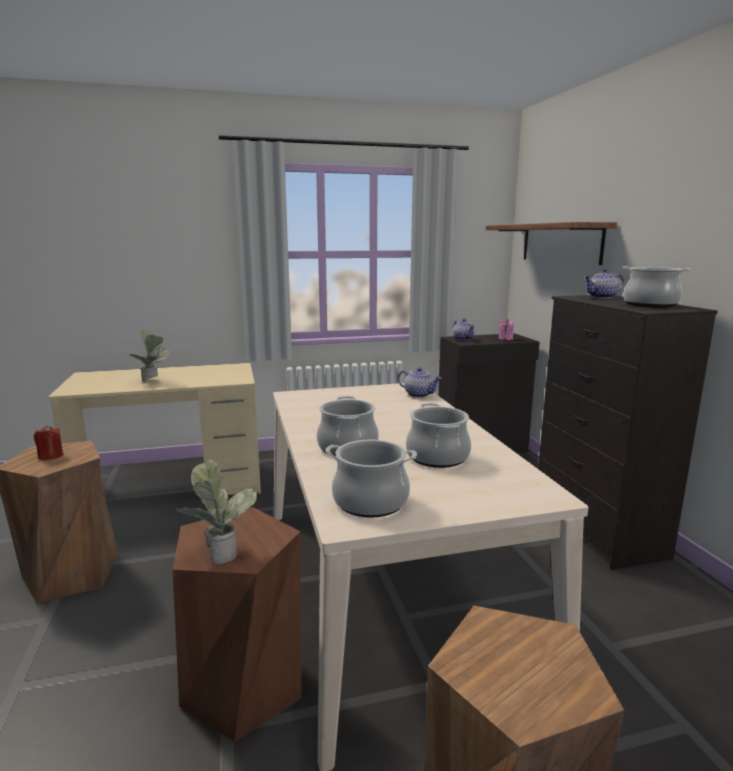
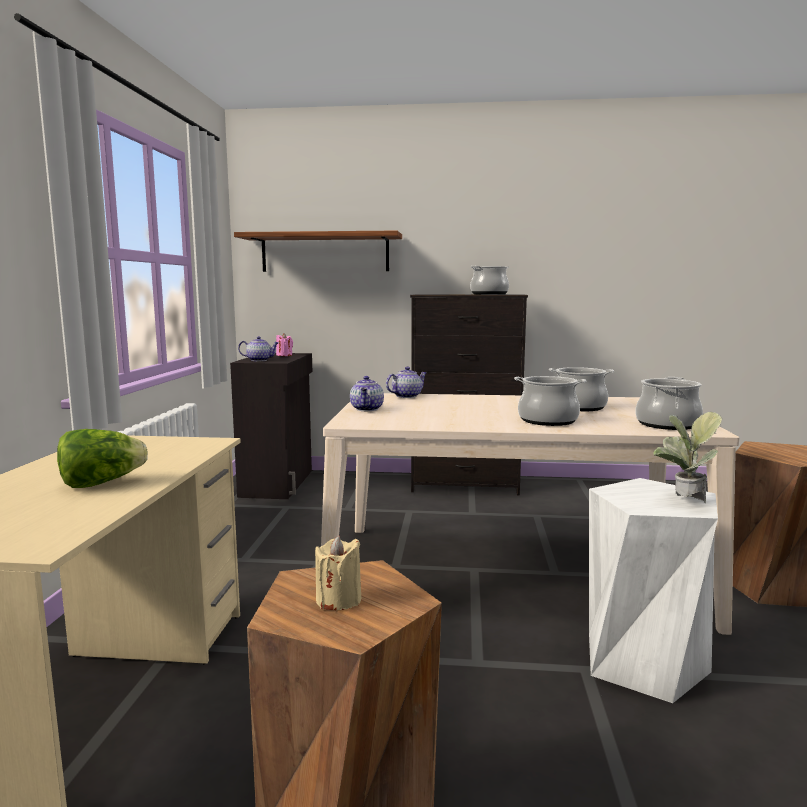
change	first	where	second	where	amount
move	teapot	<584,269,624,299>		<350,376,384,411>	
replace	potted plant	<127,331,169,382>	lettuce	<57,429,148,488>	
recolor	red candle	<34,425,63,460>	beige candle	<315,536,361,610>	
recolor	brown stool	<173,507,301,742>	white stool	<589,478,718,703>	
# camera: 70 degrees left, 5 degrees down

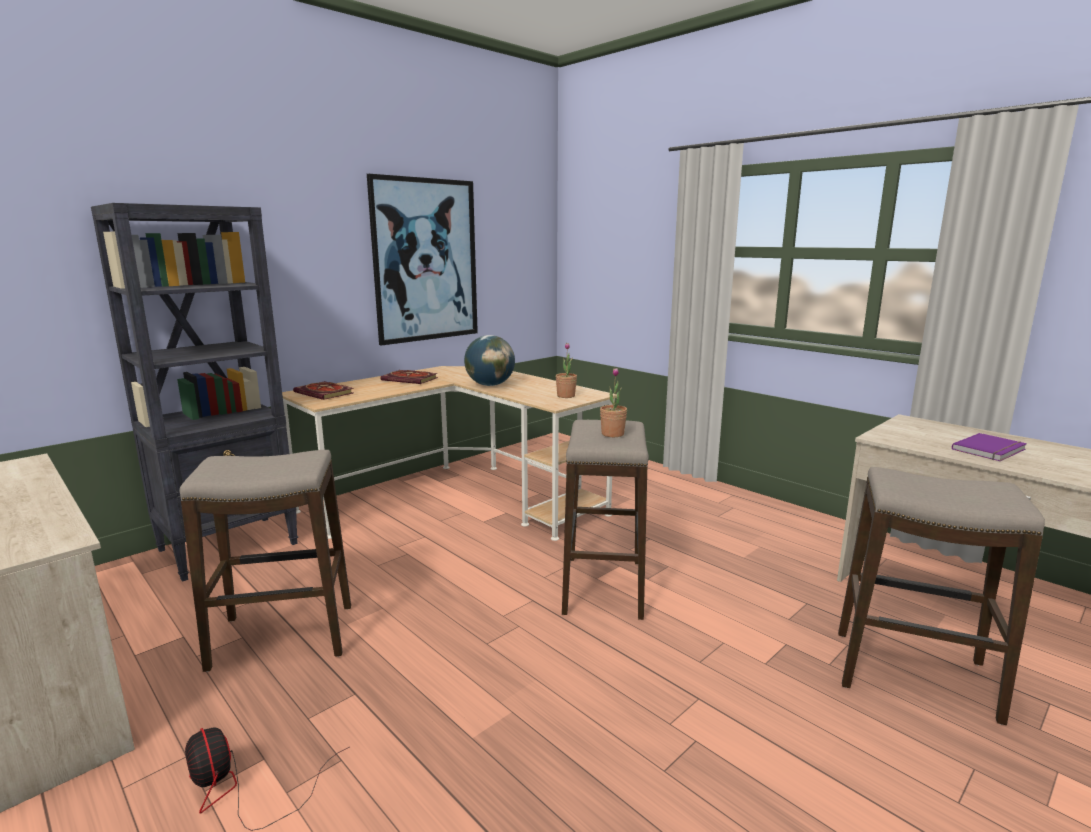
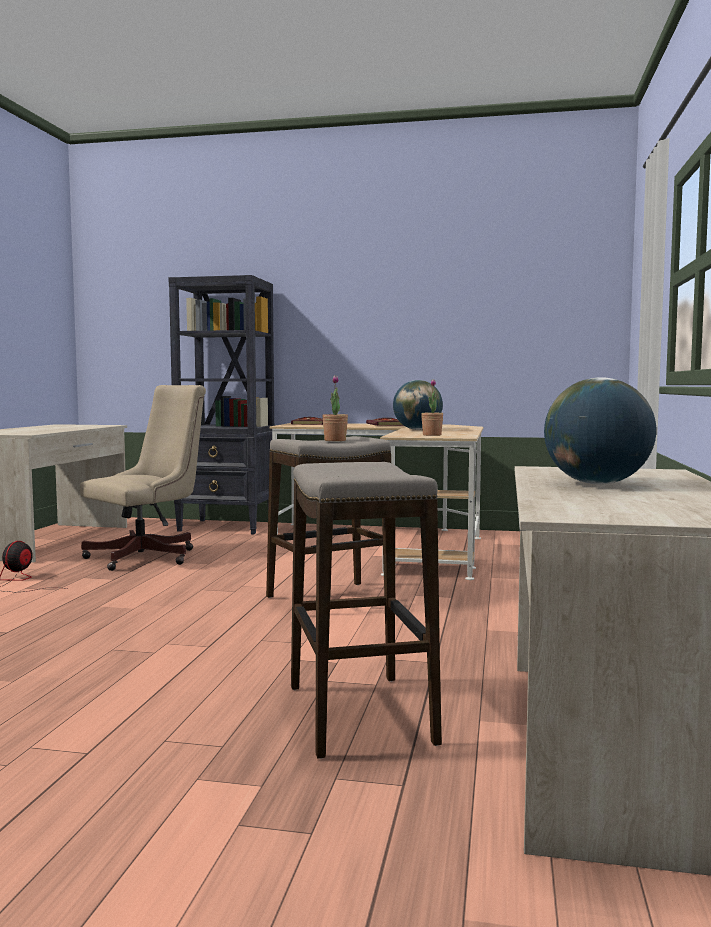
change	first	where	second	where	amount
delete	picture	<367,174,478,346>			
replace	stool	<180,450,351,672>	beige office chair	<80,385,206,571>	
replace	purple book	<952,433,1027,461>	globe	<544,377,656,485>	
# camera: 55 degrees right, 10 degrees down

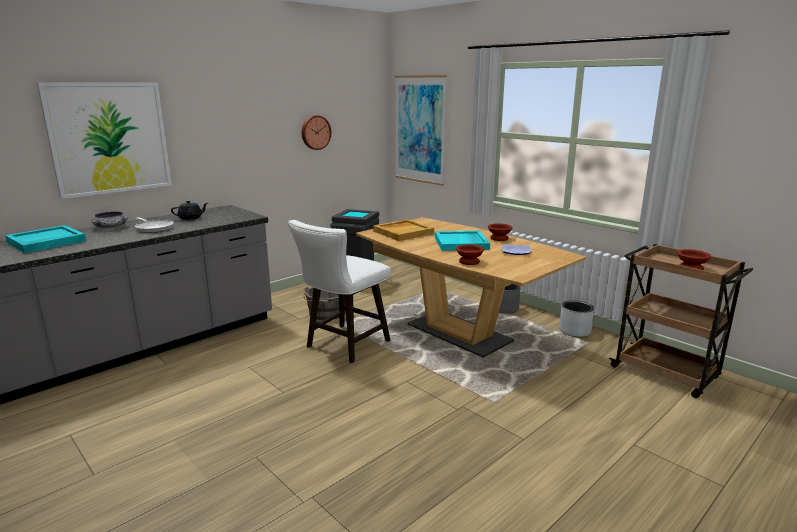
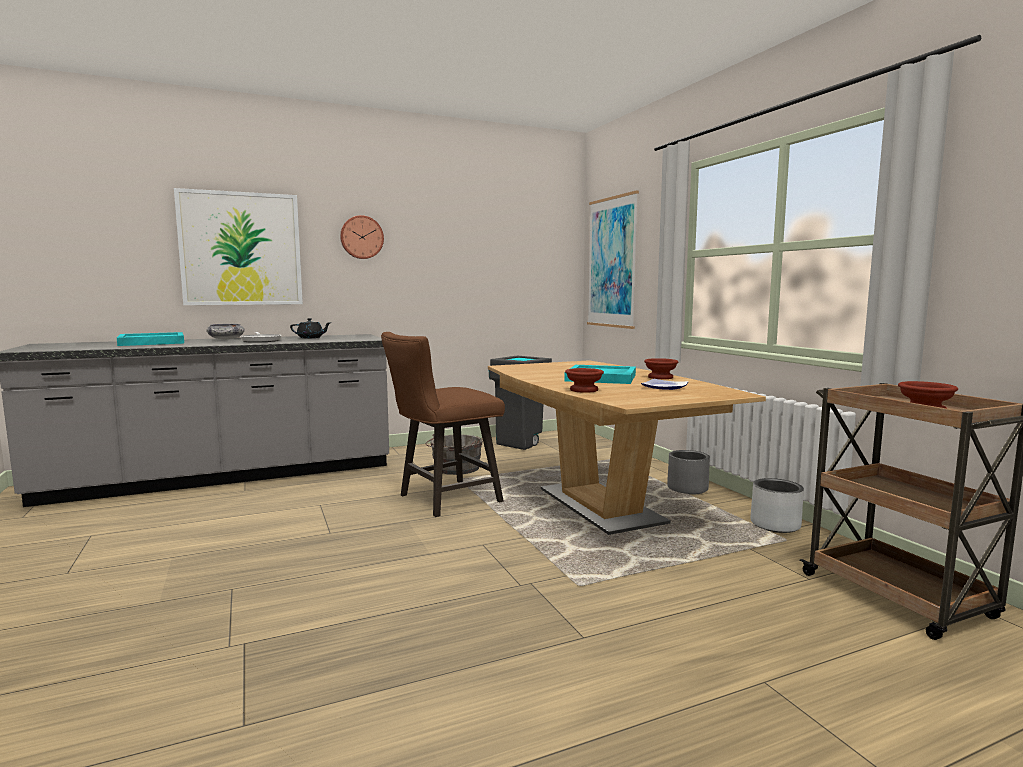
change	first	where	second	where	amount
delete	beige tray	<373,219,434,241>			
move	wall clock	<302,115,331,150>		<340,215,384,259>	
recolor	white stool	<288,220,391,363>	brown stool	<381,332,505,517>	
# camera: 20 degrees right, 10 degrees down

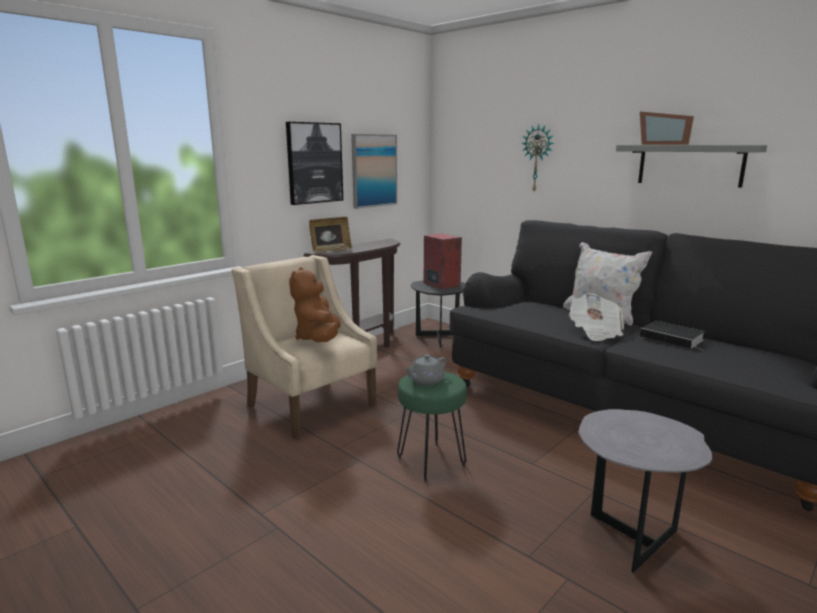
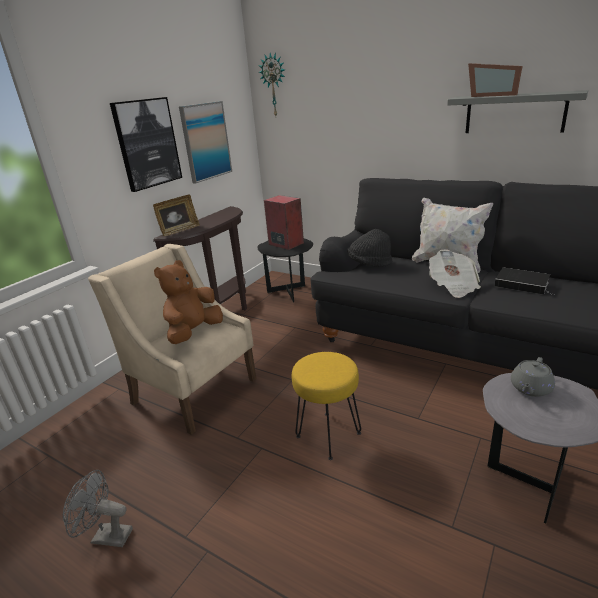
change	first	where	second	where	amount
insert			grey fan	<63,470,133,547>	
insert			black hat	<347,229,392,267>	
move	grey teapot	<404,354,447,385>		<511,357,555,397>	
move	wall clock	<521,124,554,191>		<258,53,285,116>	
recolor	green stool	<397,371,467,482>	yellow stool	<292,352,361,460>	
rotate	brown plush toy	<289,267,341,342>		<154,260,223,344>	45 degrees clockwise
# camera: 10 degrees left, 10 degrees up

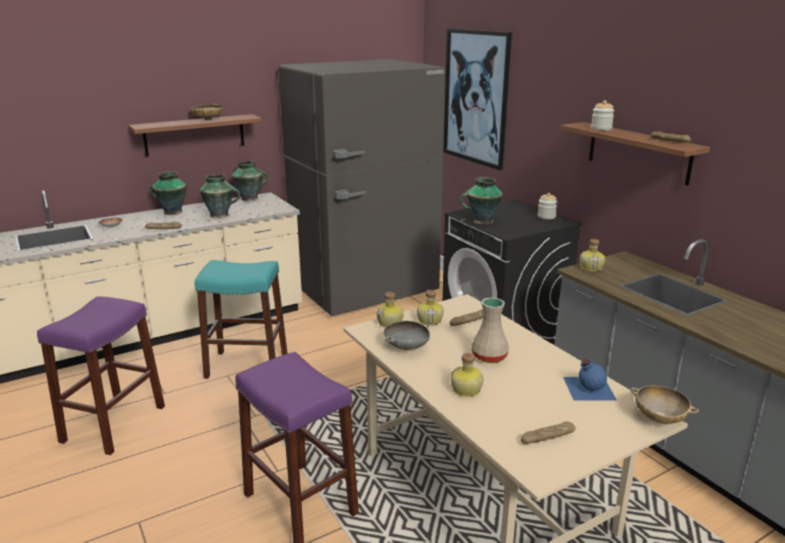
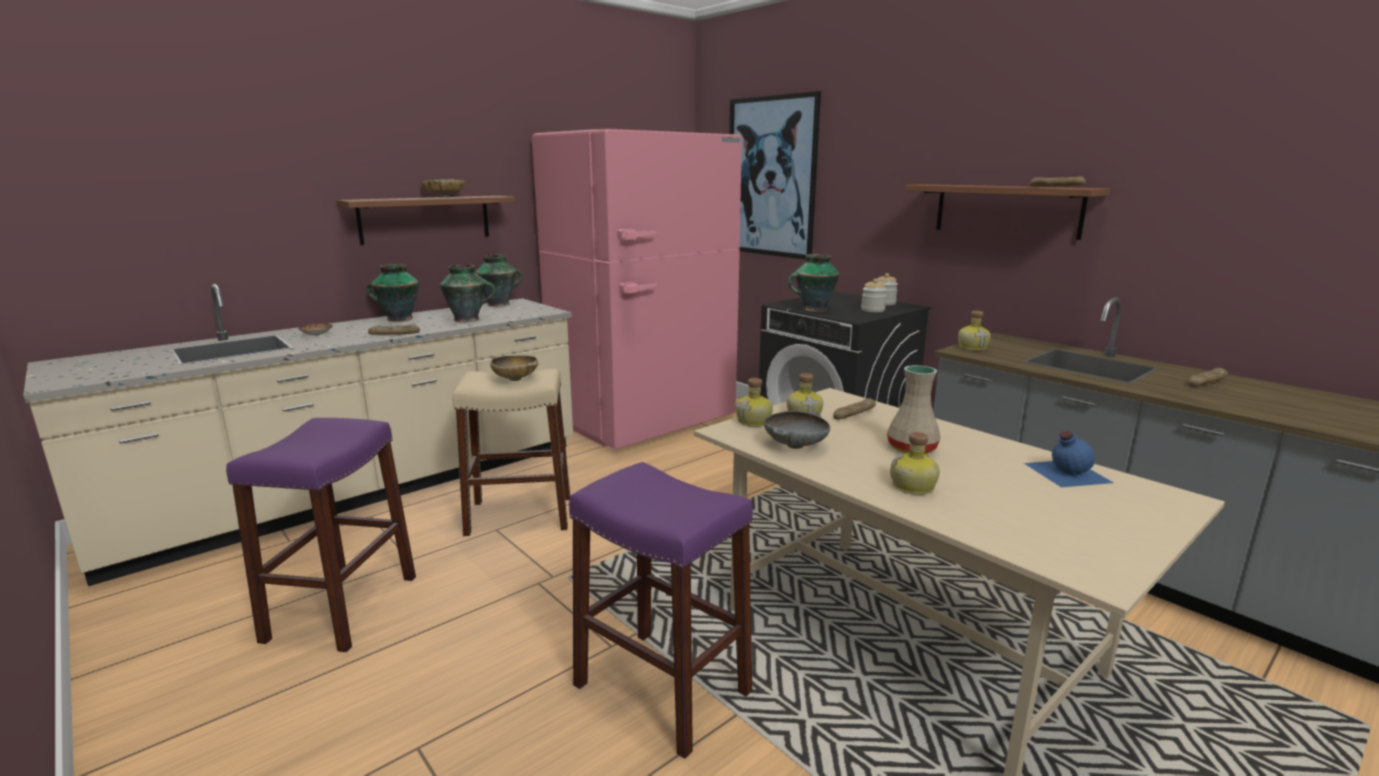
change	first	where	second	where	amount
move	bread	<521,421,575,444>		<1187,368,1228,386>	
move	jar	<591,100,615,130>		<861,279,887,312>	
move	beige bowl	<630,386,699,424>		<490,355,539,381>	
recolor	turquoise stool	<195,260,287,379>	beige stool	<452,369,570,536>	
recolor	grey fridge	<278,59,446,316>	pink fridge	<532,129,742,449>	
# camera: 10 degrees left, 5 degrees down

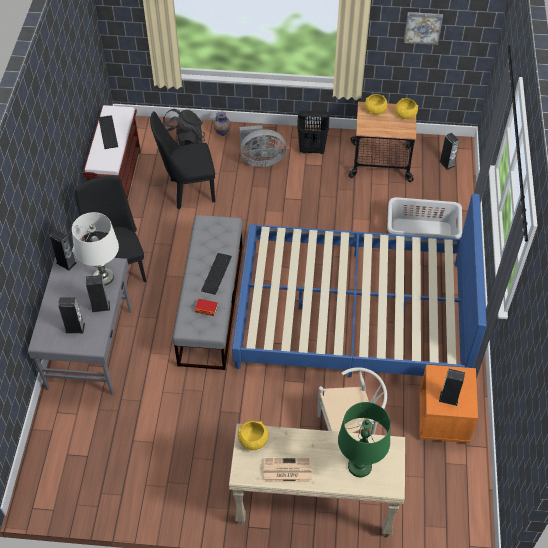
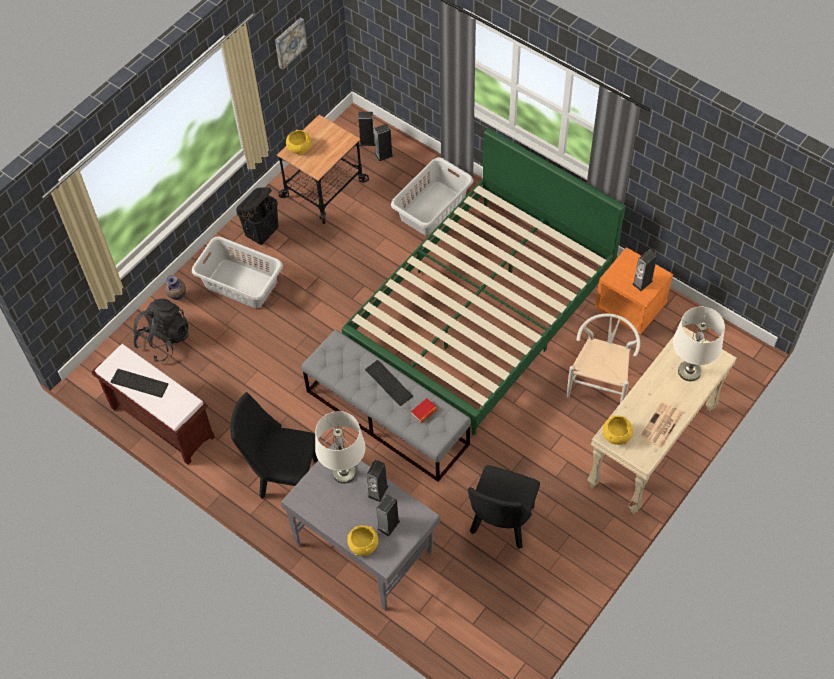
change	first	where	second	where	amount
move	speaker	<49,229,76,271>		<374,124,393,161>	
move	black chair	<150,111,215,209>		<468,465,540,549>	
move	yellow bowl	<395,98,418,119>		<347,525,379,556>	
replace	grey fan	<240,125,286,167>	grey laundry basket	<192,237,283,308>	
recolor	blue bed	<232,194,487,377>	green bed	<342,128,625,435>	
recolor	green table lamp	<338,402,391,477>	white table lamp	<673,306,725,381>	
# camera: 55 degrees left, 5 degrees up

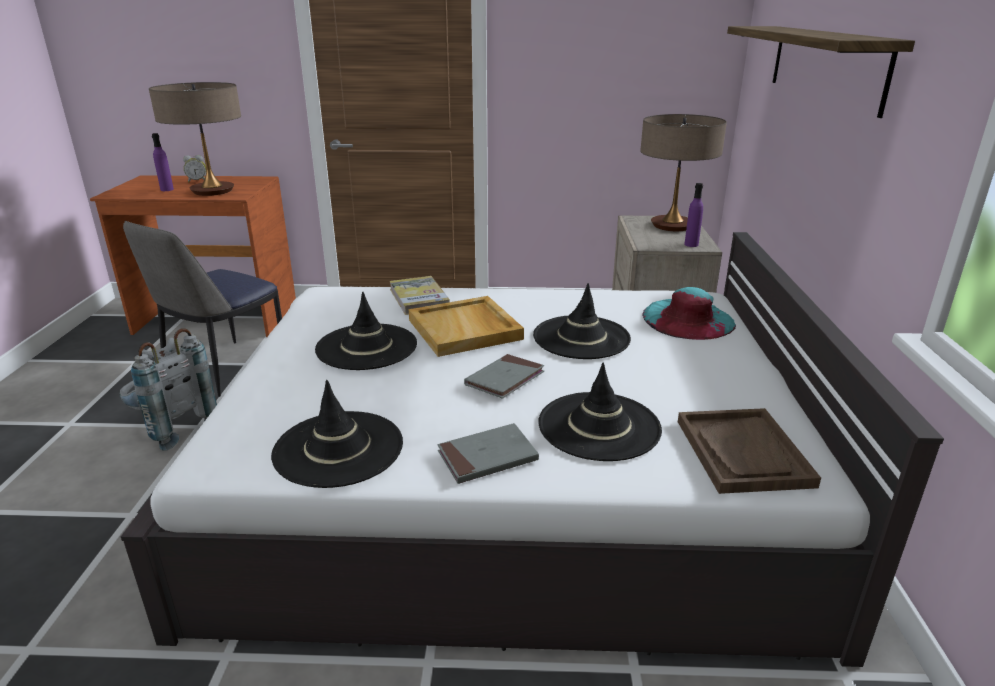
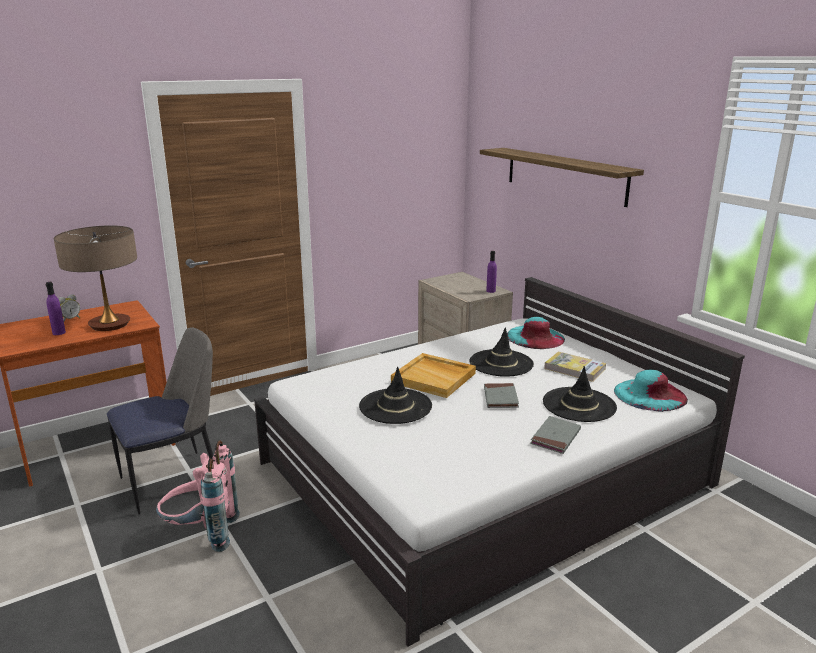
change	first	where	second	where	amount
delete	black hat	<271,380,403,488>			
delete	table lamp	<640,114,727,231>			
move	book	<389,276,450,315>		<544,352,606,382>	
replace	brown tray	<678,408,821,494>	turquoise hat	<614,370,688,412>	
recolor	grey backpack	<119,328,217,451>	pink backpack	<156,440,240,552>	
rotate	chair	<123,221,282,397>		<107,327,213,515>	120 degrees counterclockwise
# camera: 35 degrees left, 5 degrees down

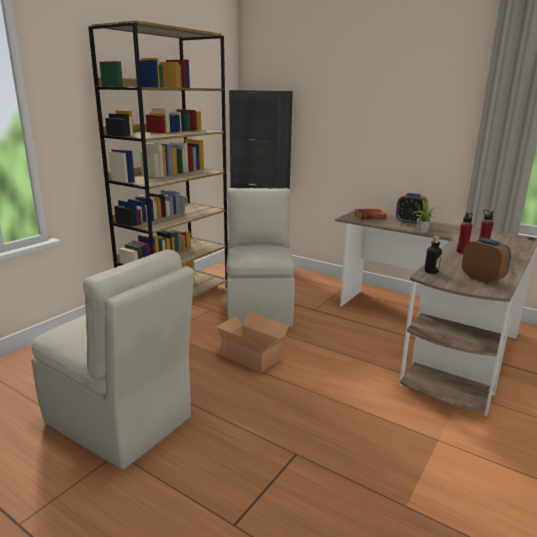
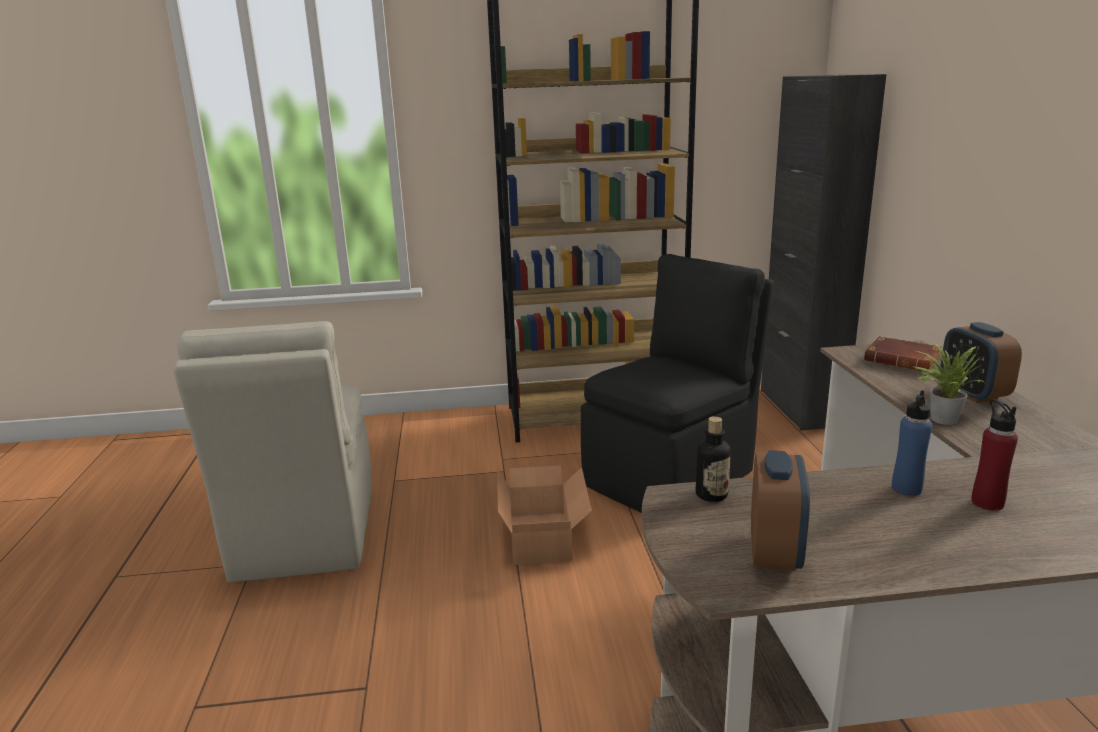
change	first	where	second	where	amount
recolor	beige chair	<226,188,295,327>	black chair	<581,254,775,513>	
recolor	red bottle	<457,212,473,254>	blue bottle	<892,390,932,496>	
# camera: 50 degrees right, 0 degrees up

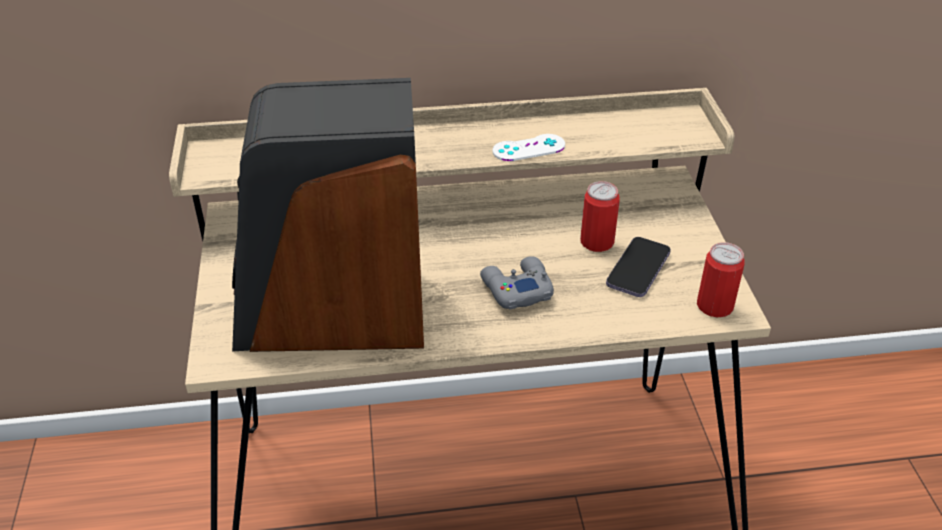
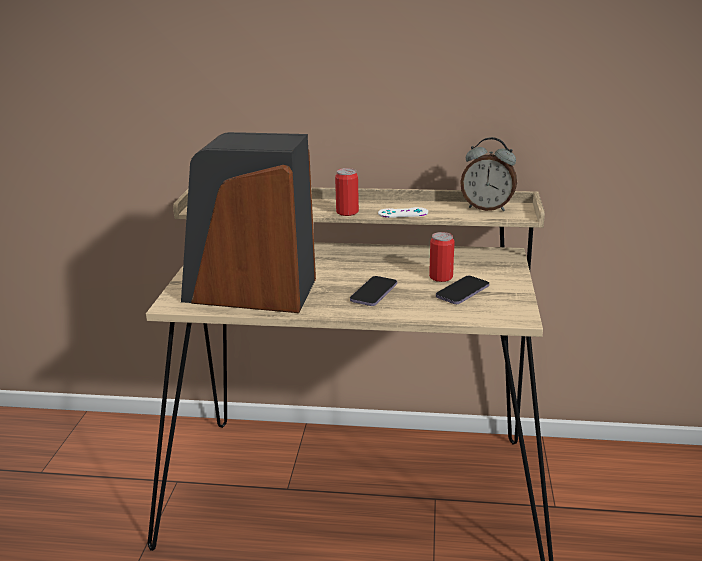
change	first	where	second	where	amount
insert			alarm clock	<460,137,517,211>	
move	can	<697,242,745,317>		<335,168,359,216>	
replace	grey game controller	<480,256,554,310>	phone	<350,276,397,306>	
# camera: 15 degrees right, 15 degrees down

